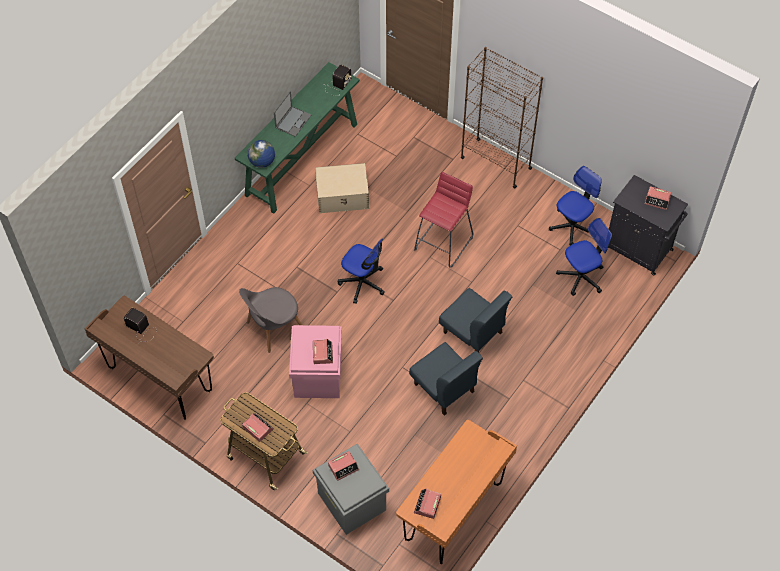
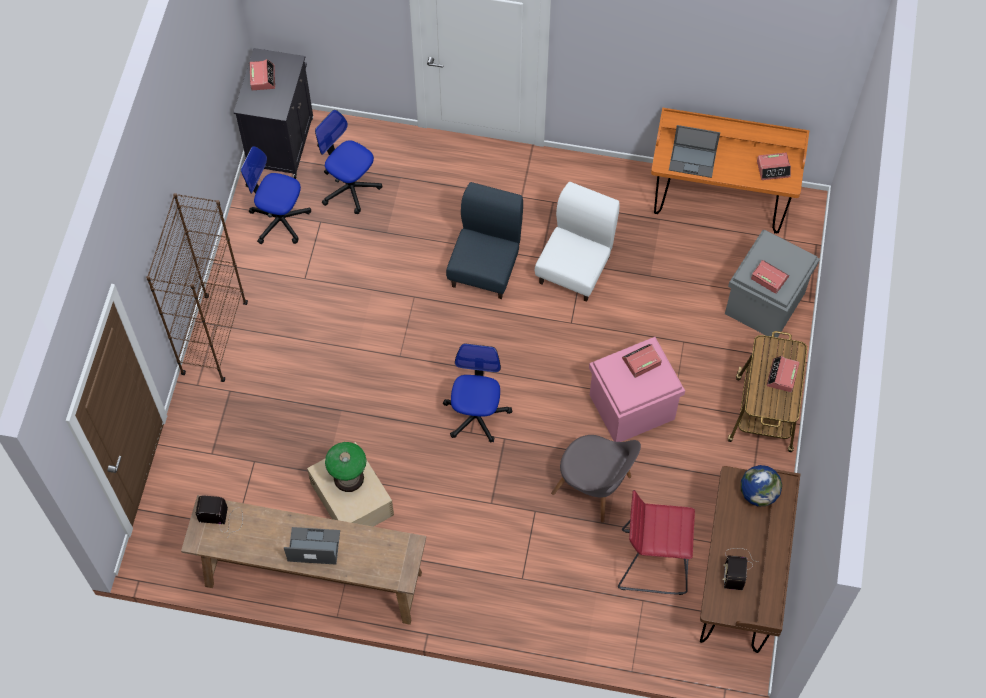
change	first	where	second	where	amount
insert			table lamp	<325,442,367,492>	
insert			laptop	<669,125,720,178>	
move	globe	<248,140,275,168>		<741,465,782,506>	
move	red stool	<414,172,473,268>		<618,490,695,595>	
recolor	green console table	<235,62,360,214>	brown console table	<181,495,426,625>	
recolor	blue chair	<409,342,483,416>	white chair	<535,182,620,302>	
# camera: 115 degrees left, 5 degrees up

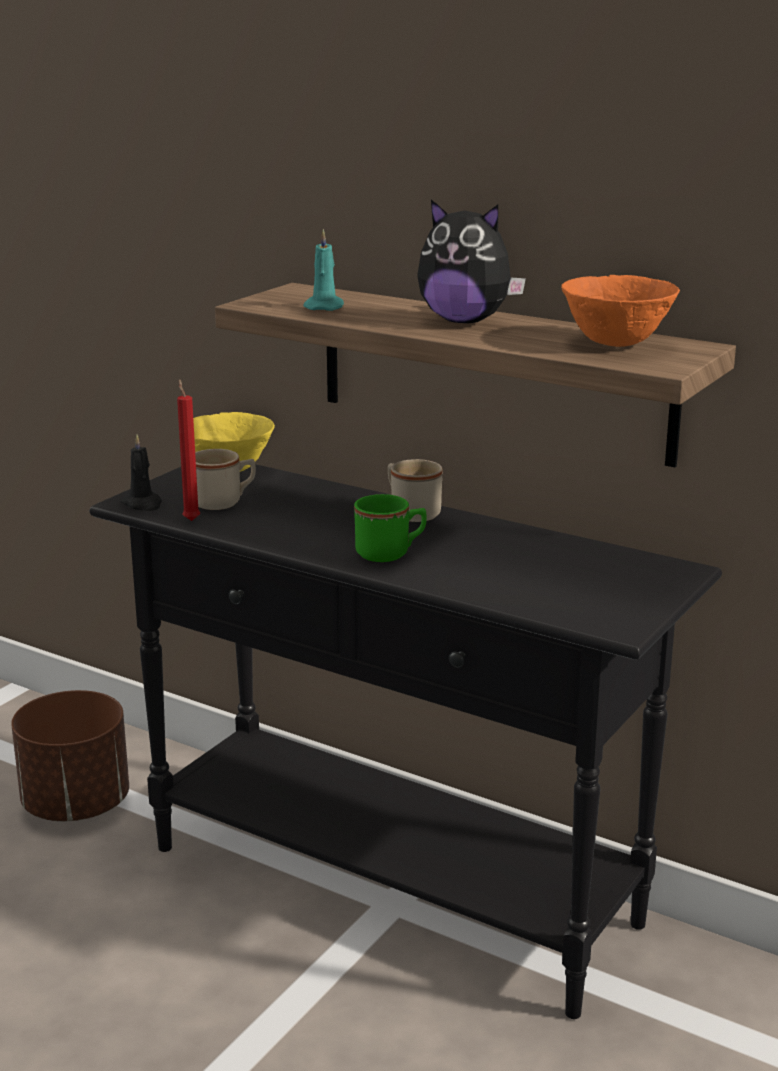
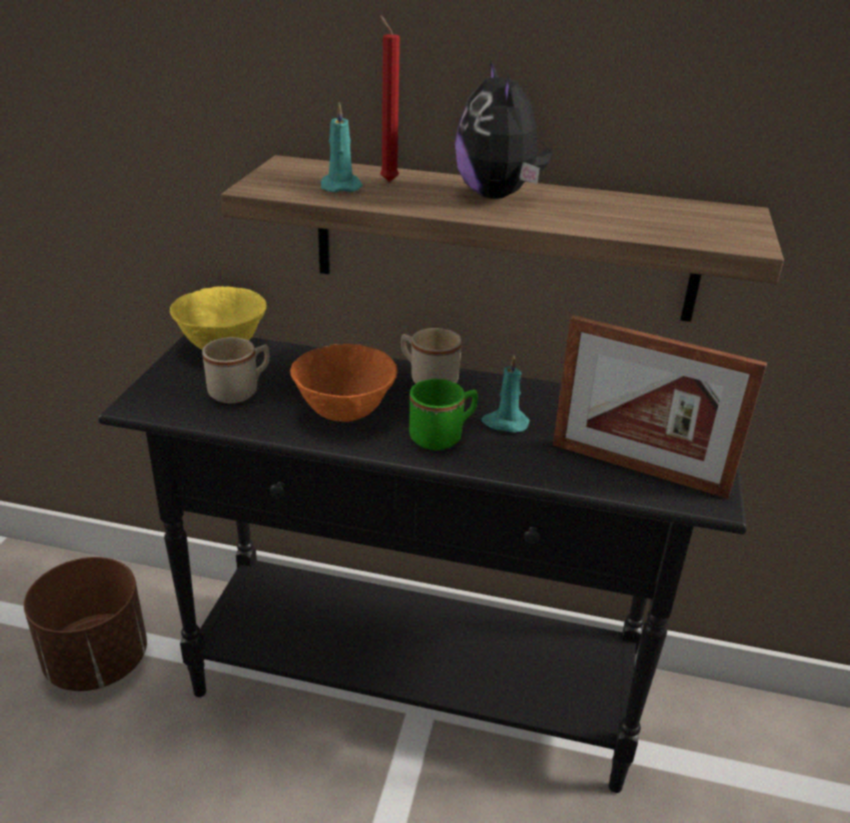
change	first	where	second	where	amount
delete	black candle	<121,434,162,511>			
insert			turquoise candle	<481,355,530,433>	
insert			picture frame	<553,315,767,499>	
move	red candle	<177,379,200,521>		<380,15,400,182>	
move	orange bowl	<561,275,680,347>		<290,344,397,422>	
rotate	plush toy	<417,200,526,323>		<455,60,552,199>	75 degrees clockwise
# camera: 20 degrees left, 10 degrees up

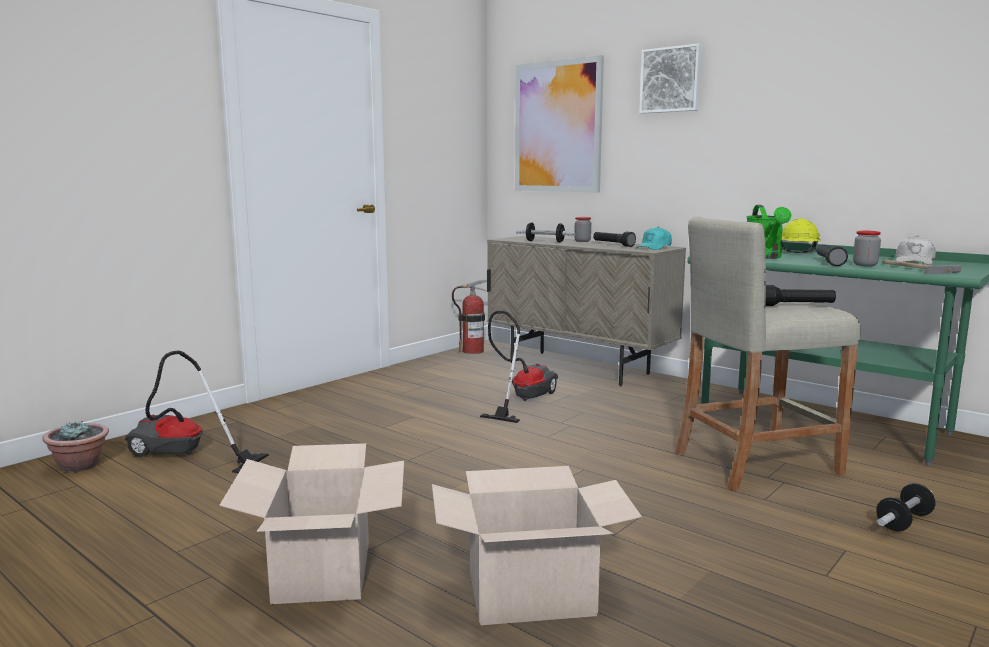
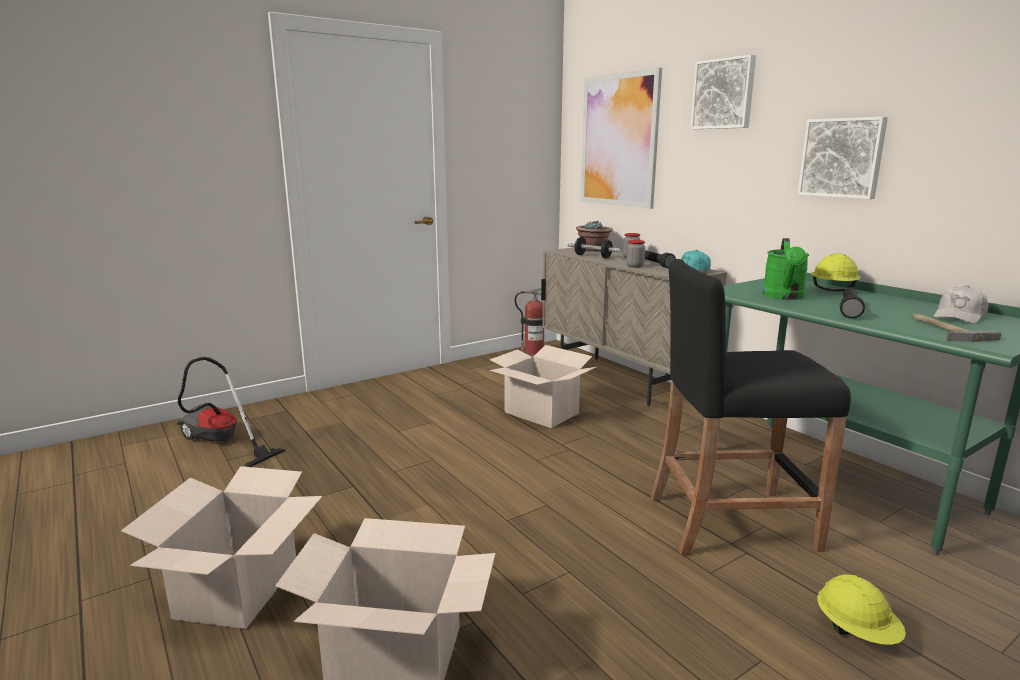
change	first	where	second	where	amount
delete	black flashlight	<766,285,836,306>			
insert			picture	<798,117,888,199>	
move	potted plant	<43,421,109,472>		<576,221,612,252>	
move	jar	<853,231,881,266>		<626,240,645,268>	
replace	vacuum cleaner	<480,311,558,423>	cardboard box	<490,345,597,428>	
replace	dumbbell	<876,483,936,531>	yellow hard hat	<817,575,906,645>	
recolor	beige stool	<675,216,861,490>	black stool	<651,259,851,555>	
# camera: 15 degrees right, 5 degrees up

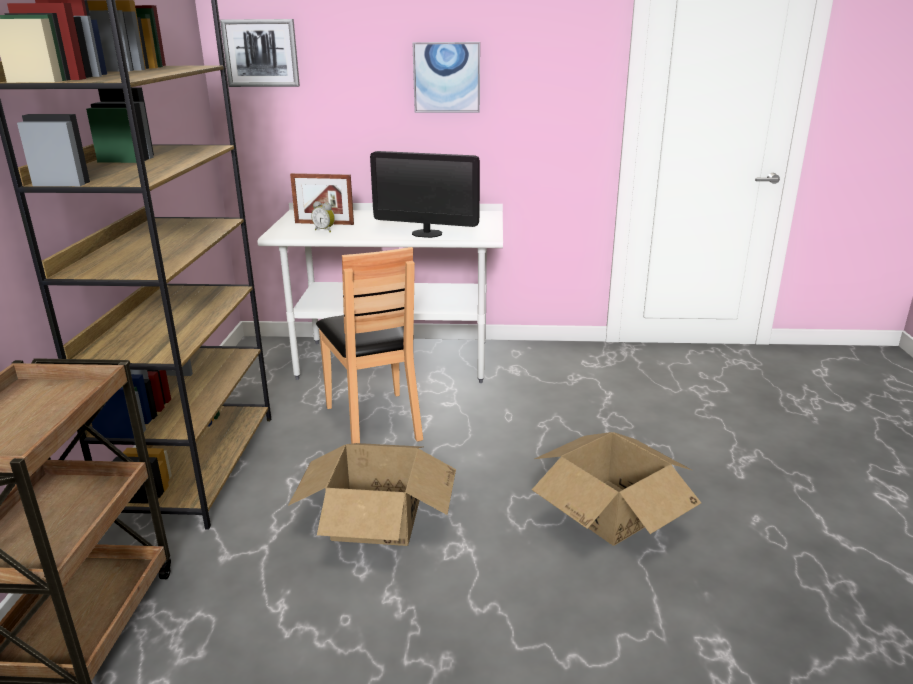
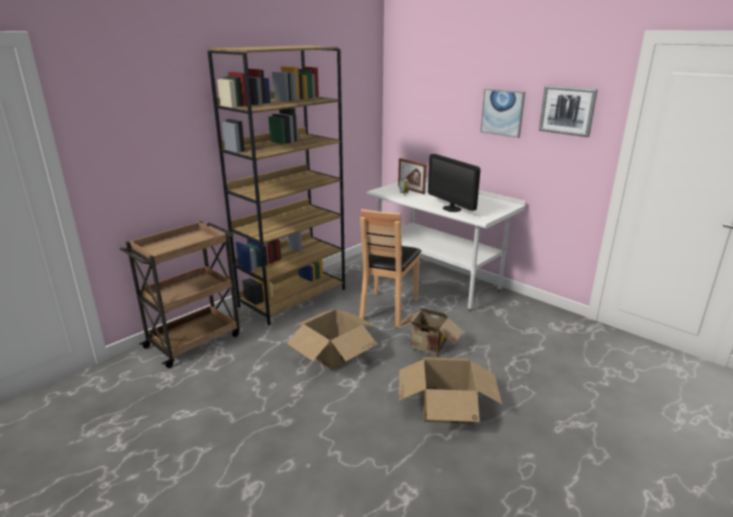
change	first	where	second	where	amount
insert			cardboard box	<397,307,463,355>	
move	picture	<220,19,300,87>		<539,85,598,137>	
# camera: 40 degrees right, 0 degrees up

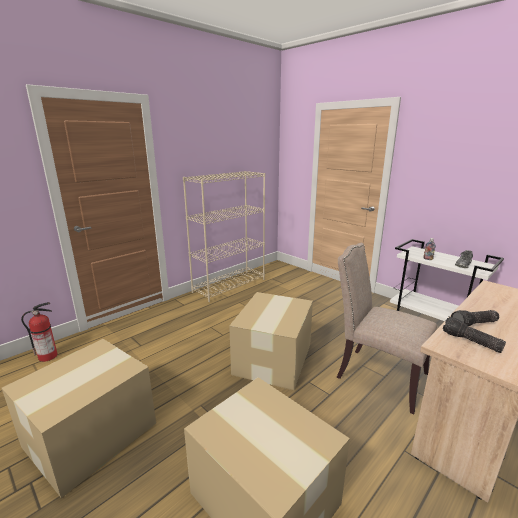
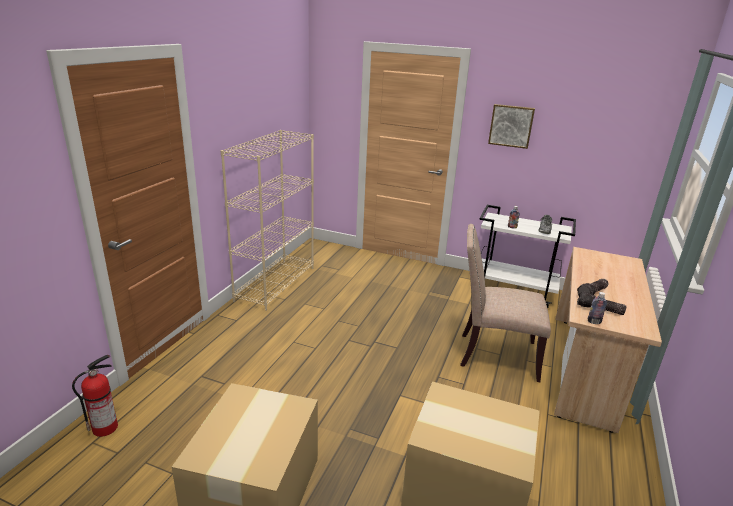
change	first	where	second	where	amount
delete	cardboard box	<229,292,313,390>			
insert			picture	<488,104,535,149>	
insert			bottle	<588,292,607,324>	
# camera: 25 degrees left, 5 degrees up

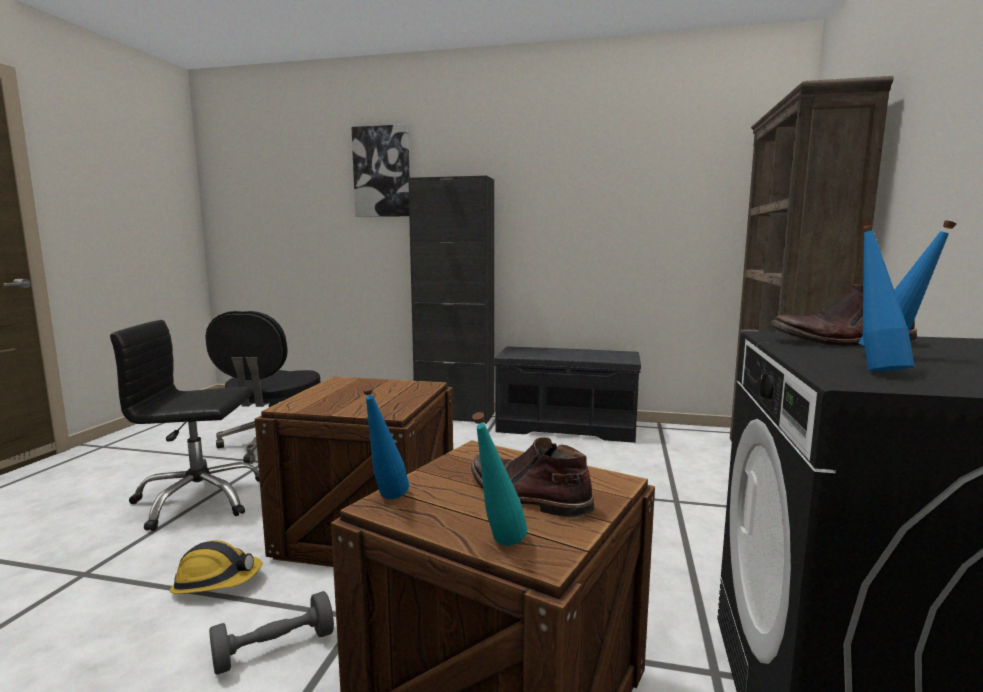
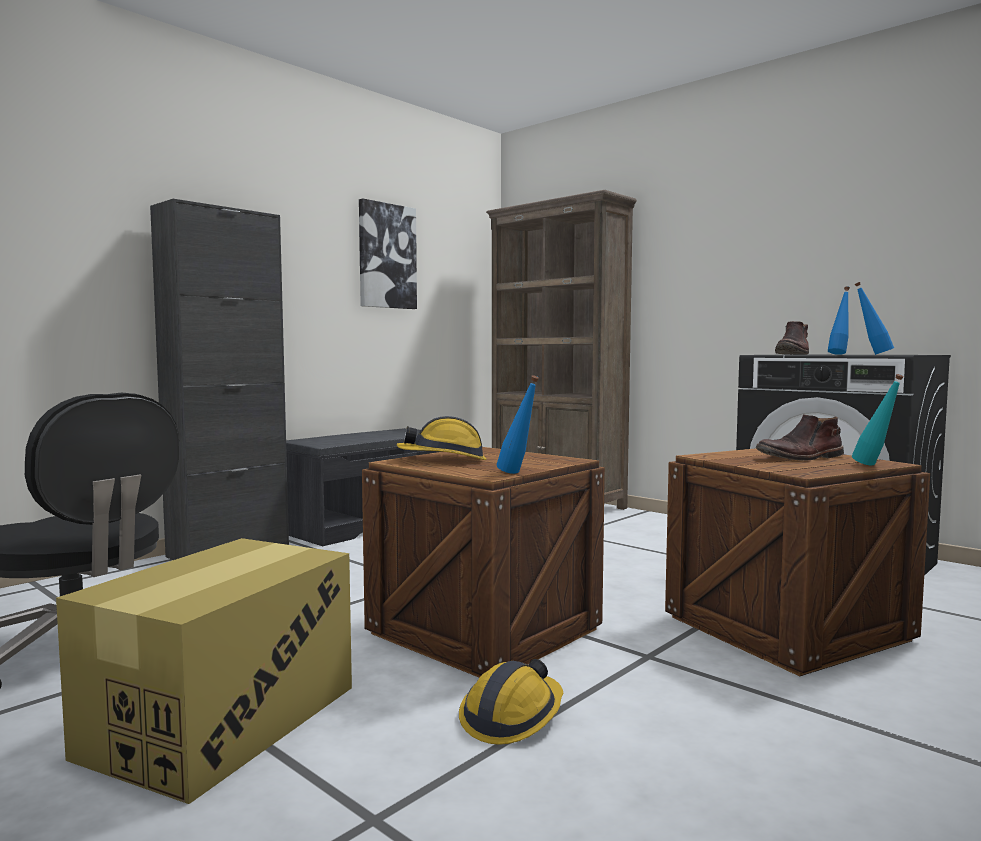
change	first	where	second	where	amount
delete	grey dumbbell	<209,591,334,675>			
insert			hard hat	<396,416,487,460>	
move	picture	<351,124,410,217>		<359,198,417,309>	
move	blue bottle	<362,386,409,499>		<496,375,539,474>	
replace	black office chair	<110,320,260,531>	cardboard box	<56,538,352,804>	
# camera: 60 degrees left, 5 degrees down

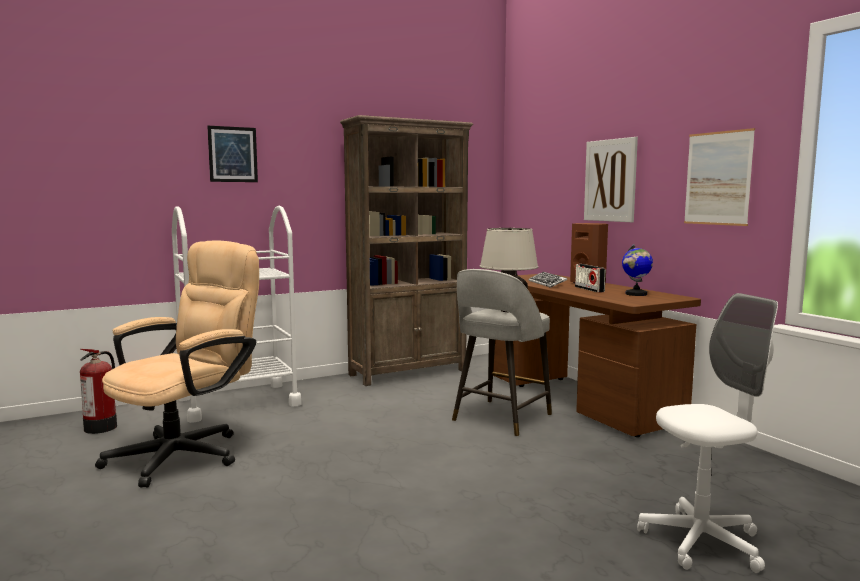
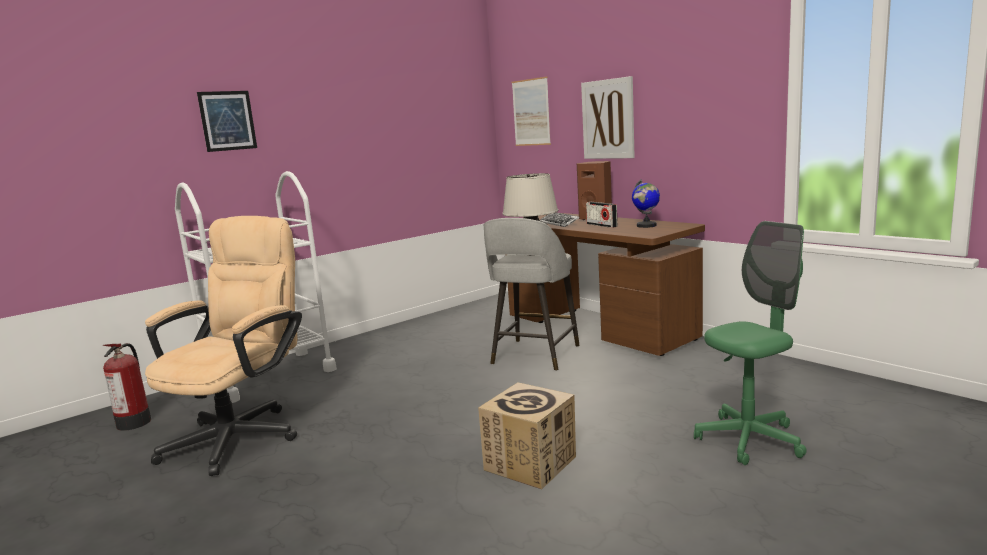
change	first	where	second	where	amount
delete	brown bookcase	<340,115,473,386>			
insert			cardboard box	<478,382,576,489>	
move	picture	<684,128,755,226>		<512,76,551,146>	
recolor	white office chair	<637,293,778,573>	green office chair	<694,221,807,465>	
# camera: 10 degrees left, 5 degrees up

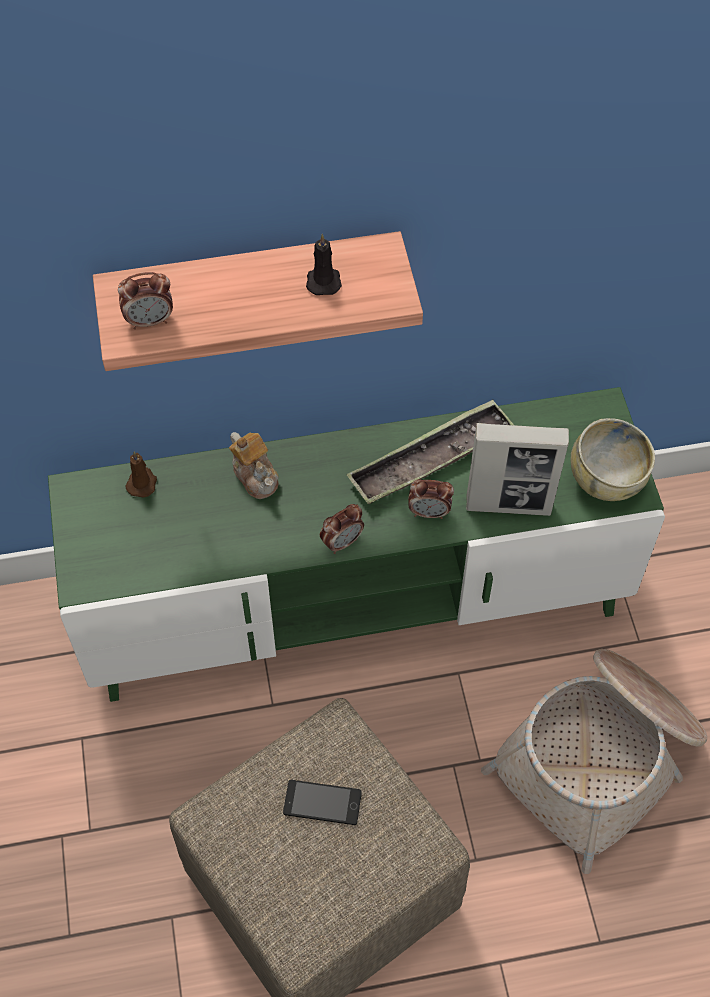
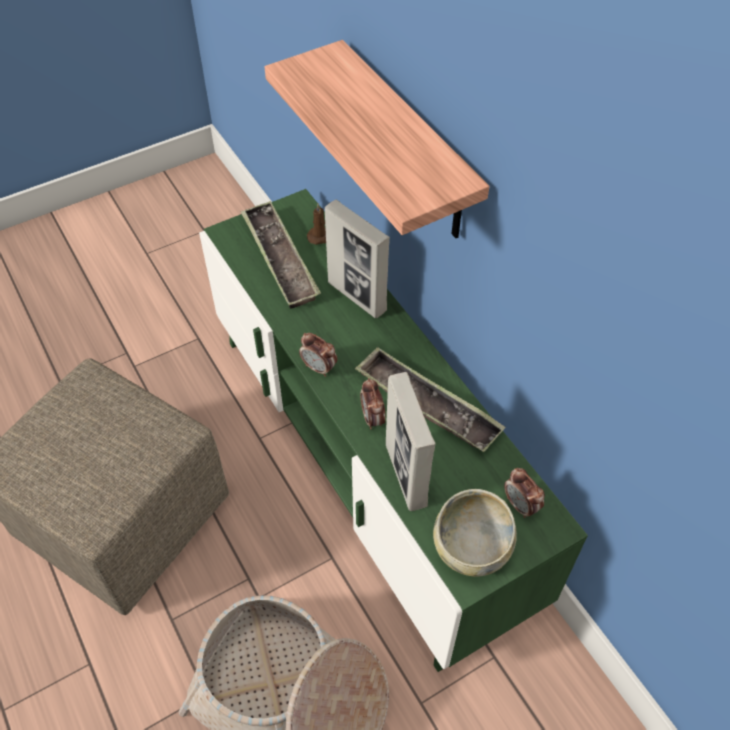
change	first	where	second	where	amount
delete	phone	<283,780,362,825>			
delete	black candle	<306,234,342,295>			
insert			tray	<241,201,321,309>	
move	alarm clock	<118,272,173,330>		<504,468,545,518>	
replace	teapot	<229,432,279,499>	picture frame	<325,200,390,318>	
# camera: 70 degrees right, 5 degrees down

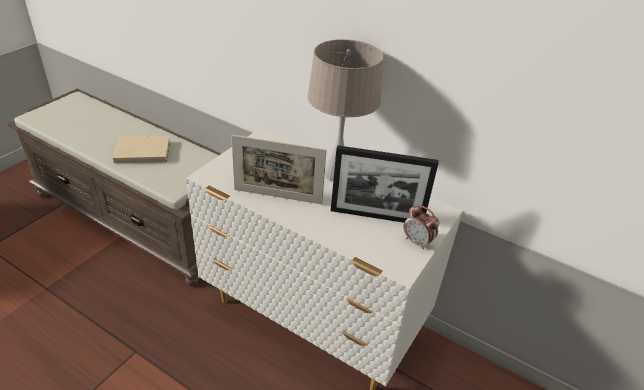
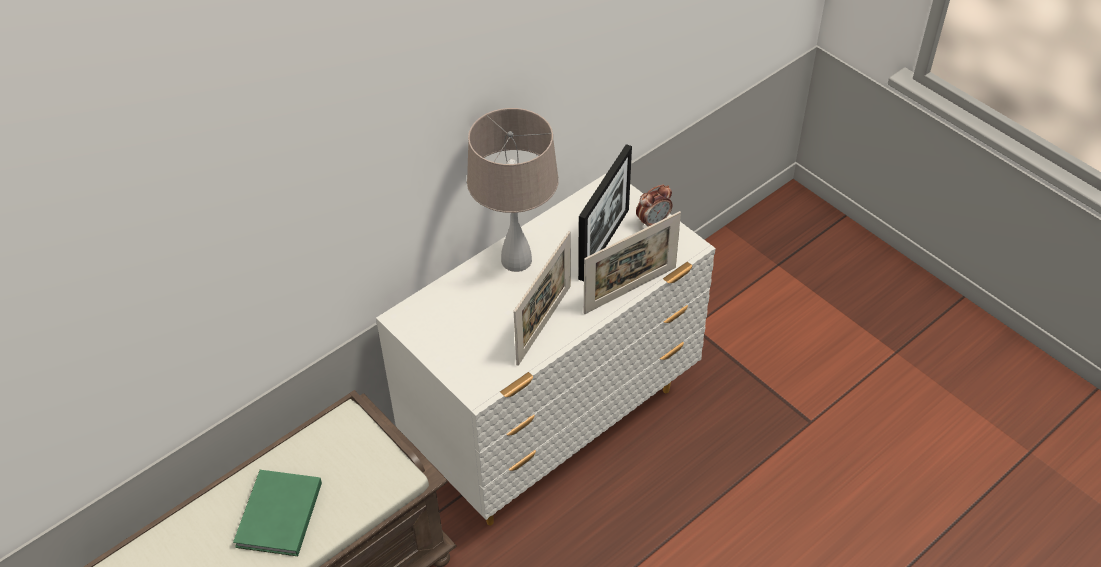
change	first	where	second	where	amount
insert			picture frame	<584,211,681,314>	
recolor	beige book	<113,136,170,163>	green book	<233,470,322,556>	
# camera: 70 degrees left, 10 degrees up

